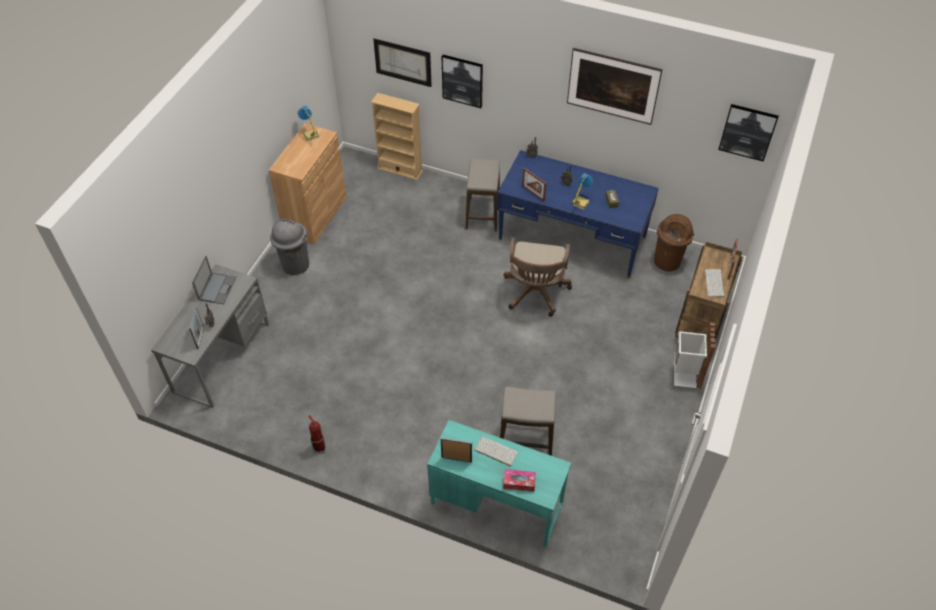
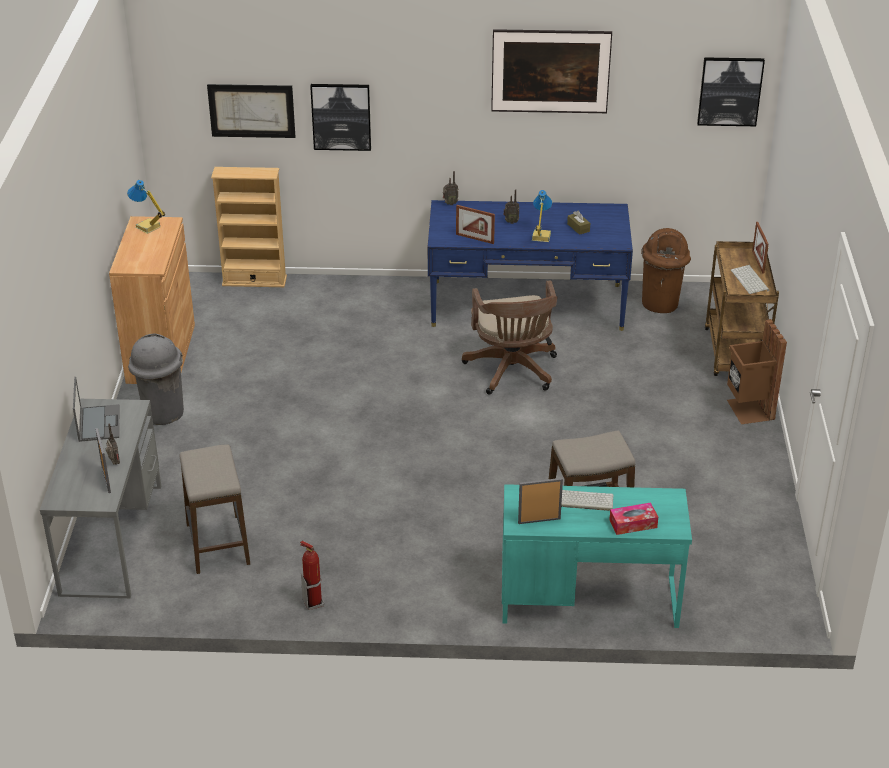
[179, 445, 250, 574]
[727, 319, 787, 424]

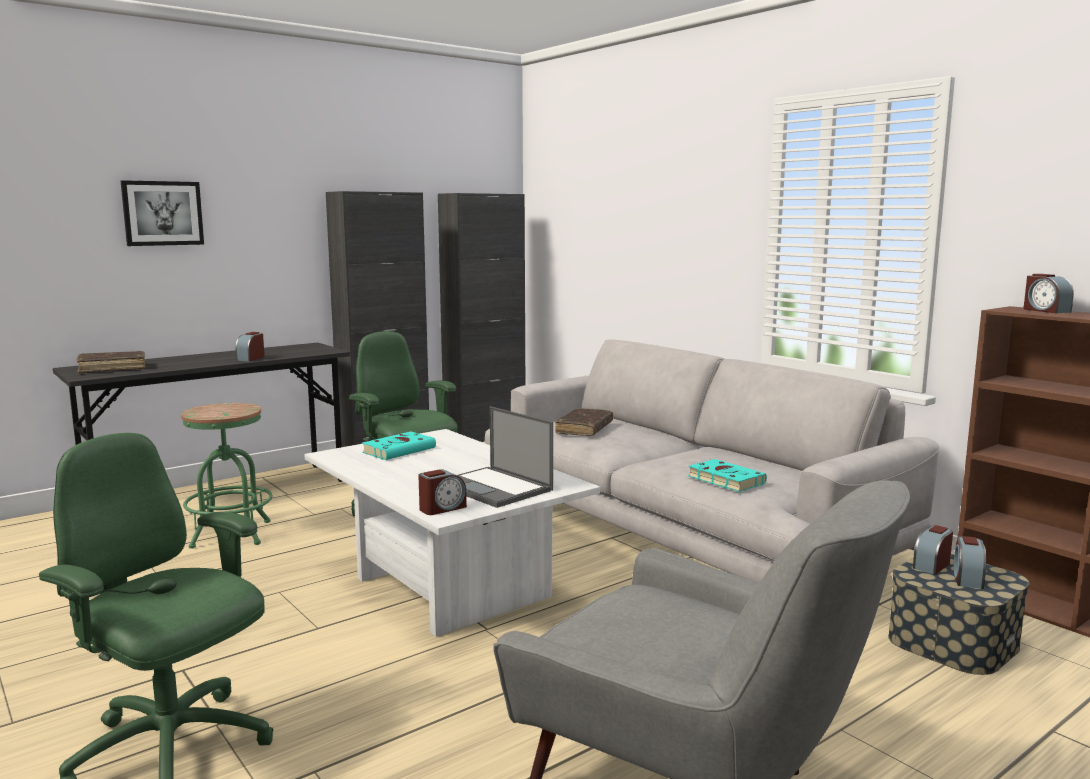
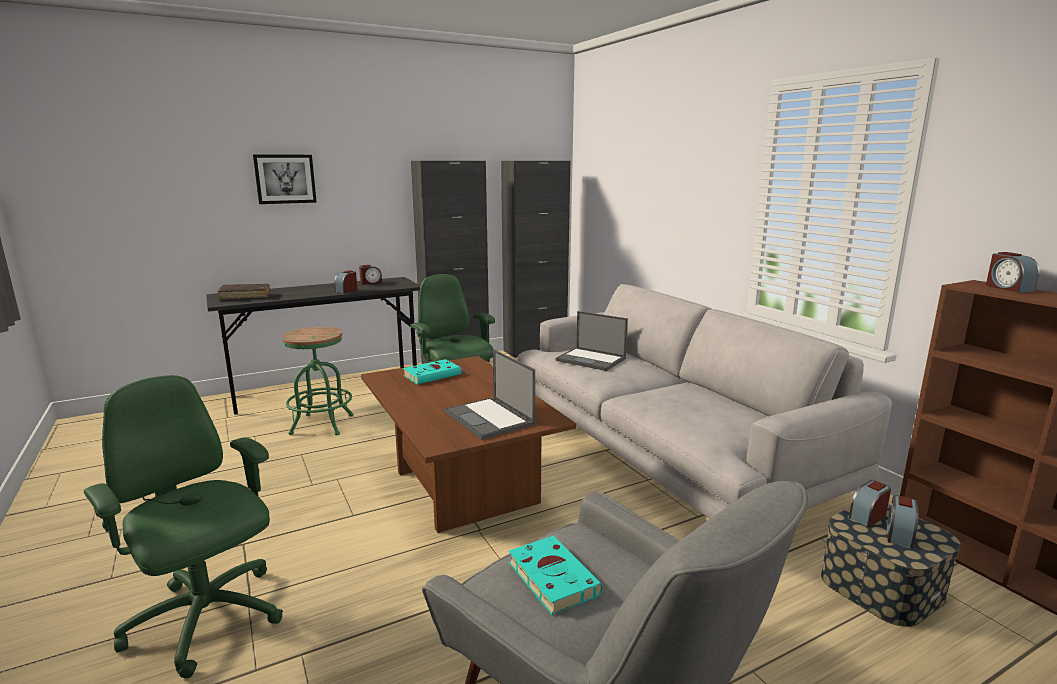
[359, 265, 382, 285]
[509, 536, 603, 615]
[555, 311, 628, 371]
[361, 356, 576, 533]

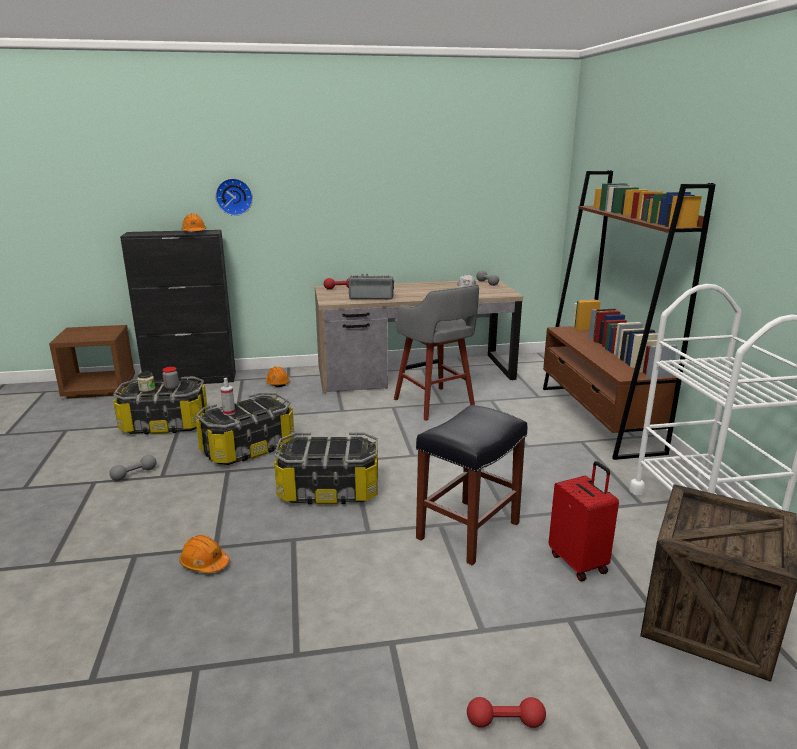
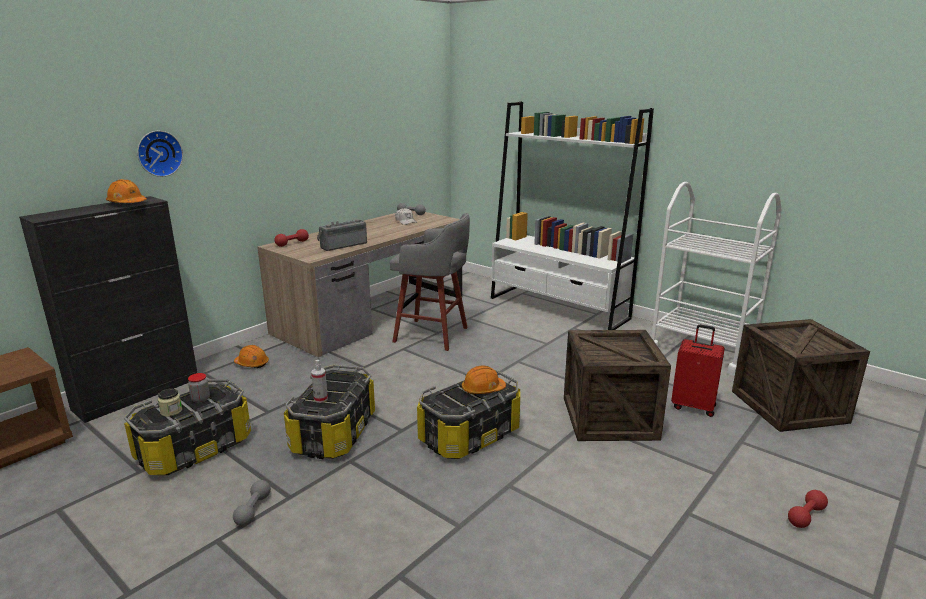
[462, 366, 506, 394]
[564, 330, 671, 441]
[491, 101, 654, 330]

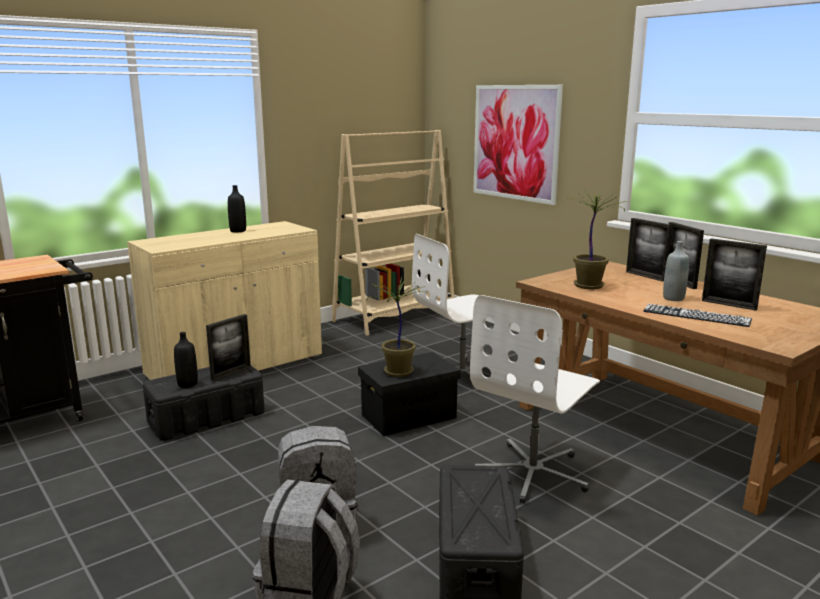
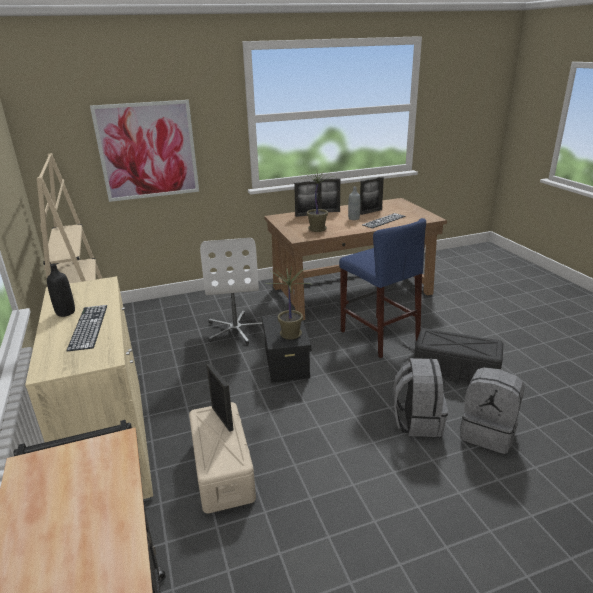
[174, 332, 198, 388] (first image)
[66, 305, 107, 351]
[339, 218, 426, 358]
[189, 402, 256, 513]

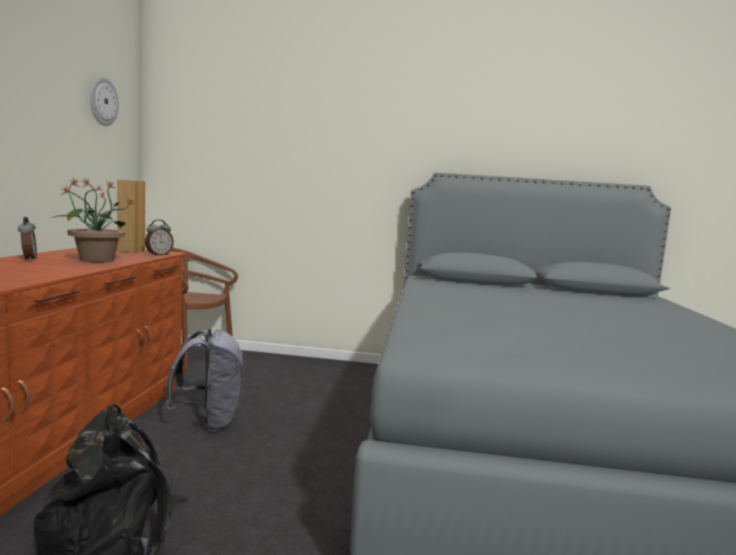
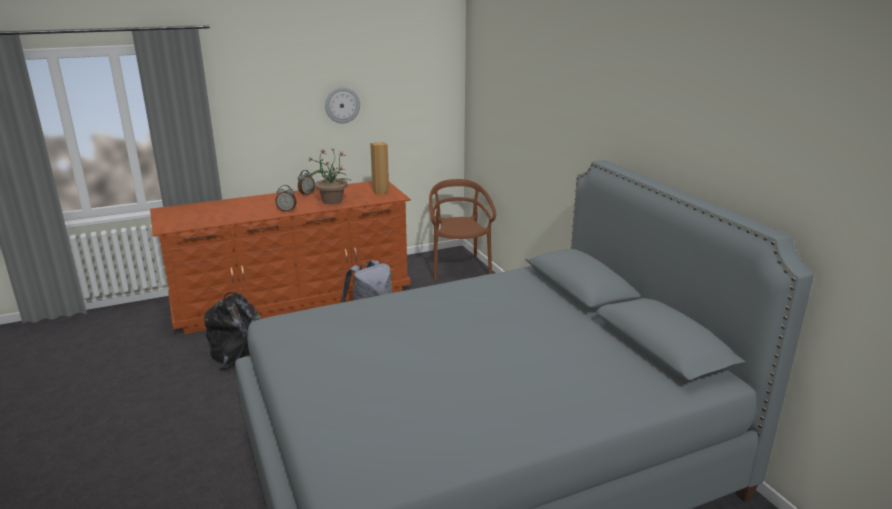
[325, 87, 360, 123]
[275, 185, 297, 212]

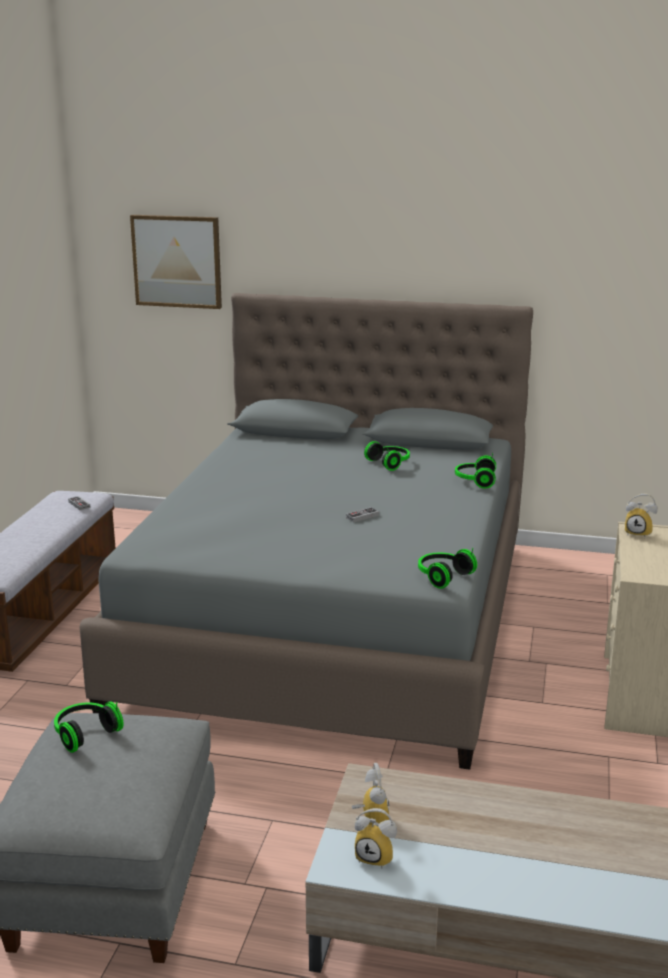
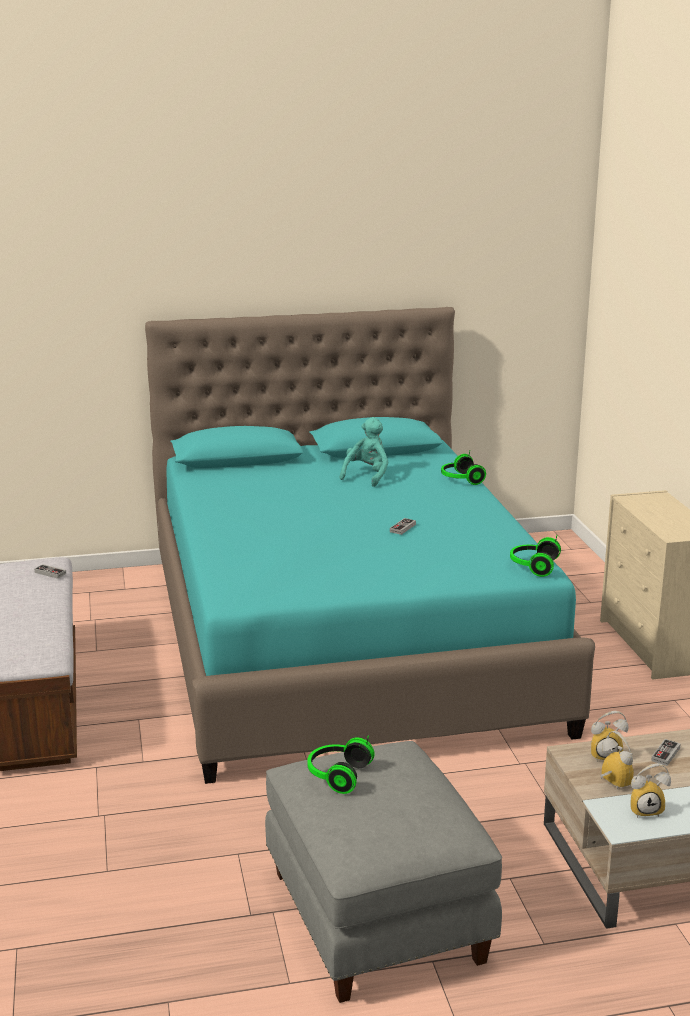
[130, 215, 222, 309] (first image)
[651, 739, 681, 766]
[591, 711, 629, 761]
[340, 417, 389, 487]
[145, 307, 595, 784]

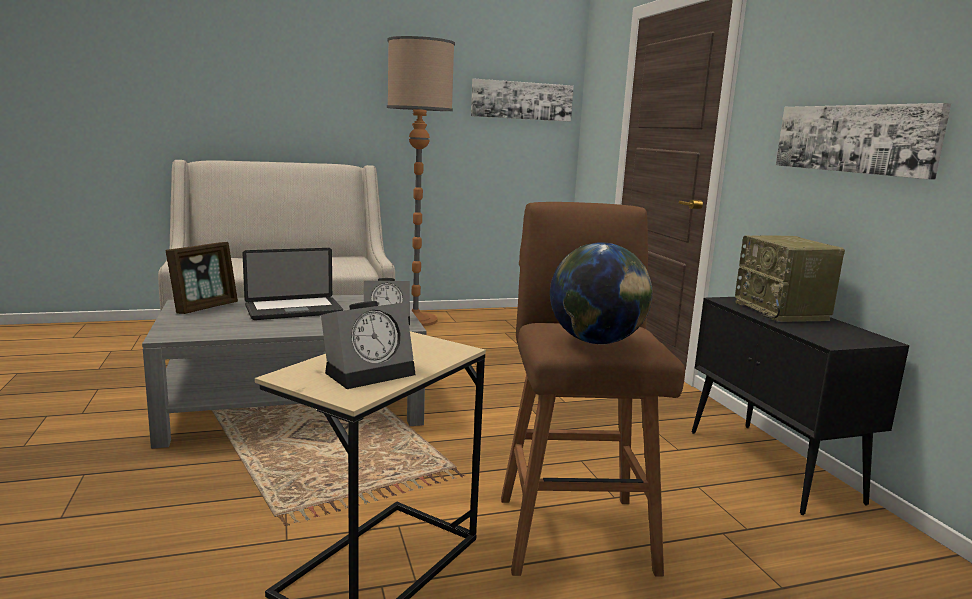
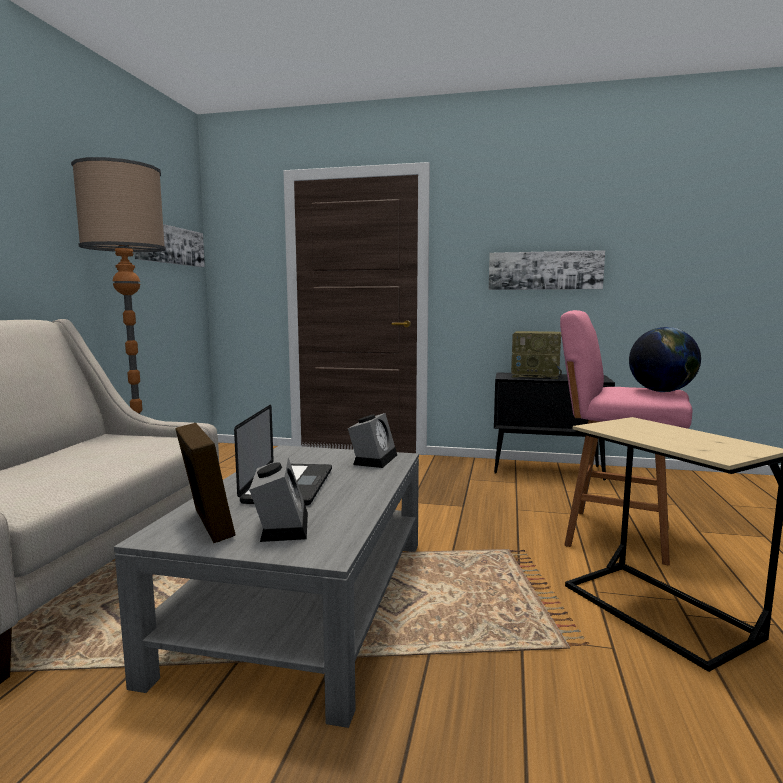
[249, 457, 308, 542]
[560, 310, 692, 566]

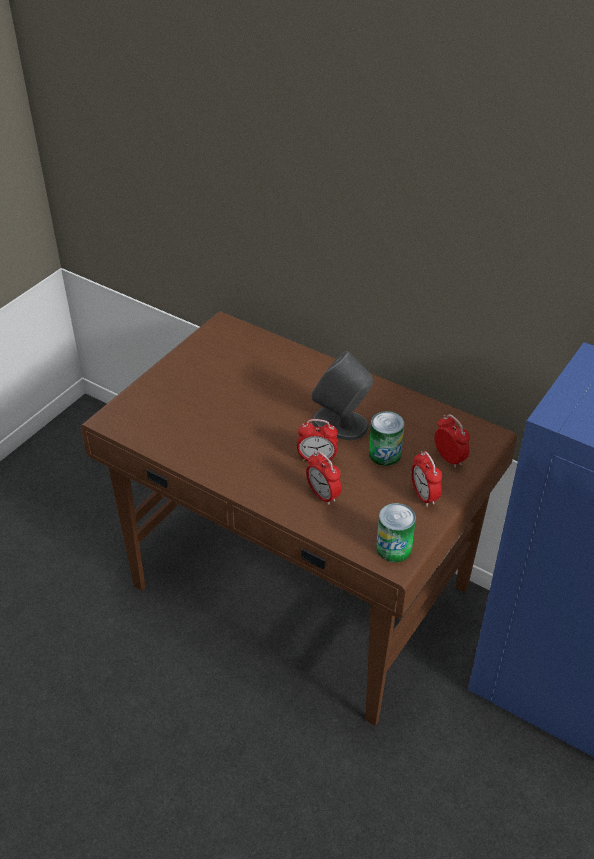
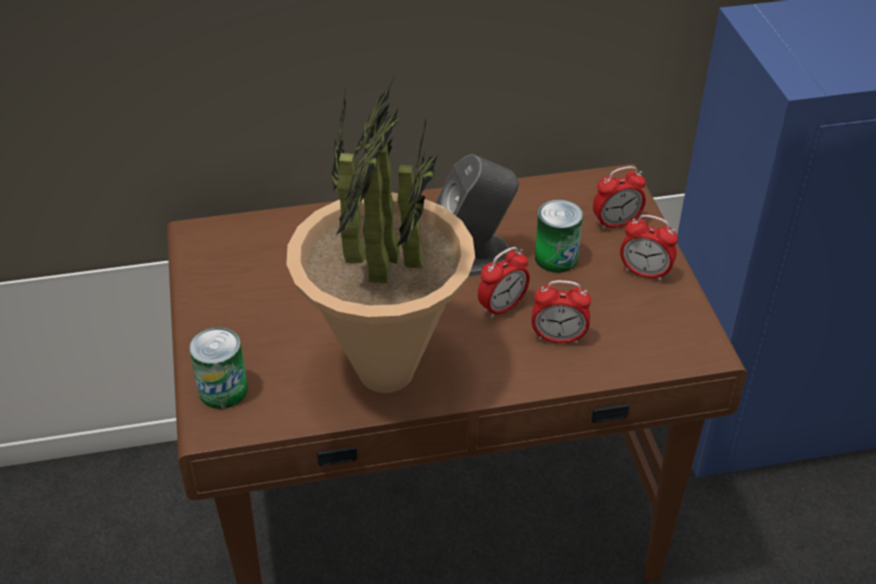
[286, 74, 475, 393]
[189, 327, 248, 409]
[593, 166, 646, 230]

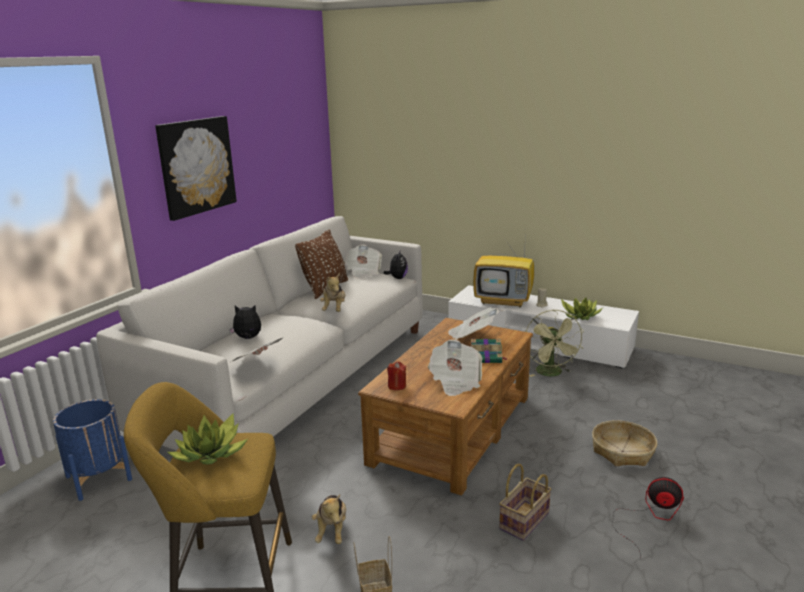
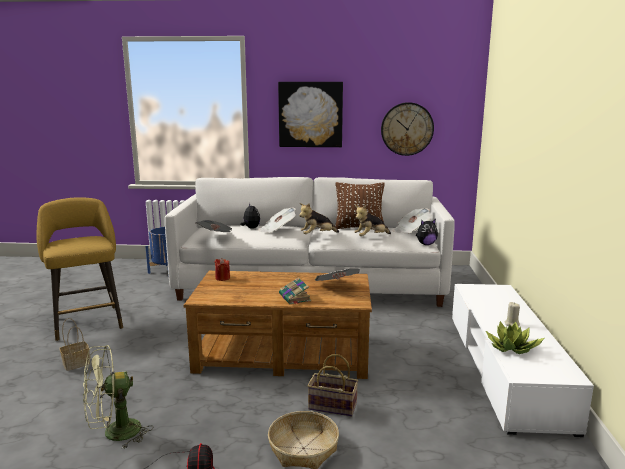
[167, 414, 248, 465] (first image)
[473, 230, 534, 307] (first image)
[381, 102, 434, 156]
[354, 205, 391, 236]
[258, 207, 296, 233]
[307, 354, 358, 417]
[83, 345, 153, 449]

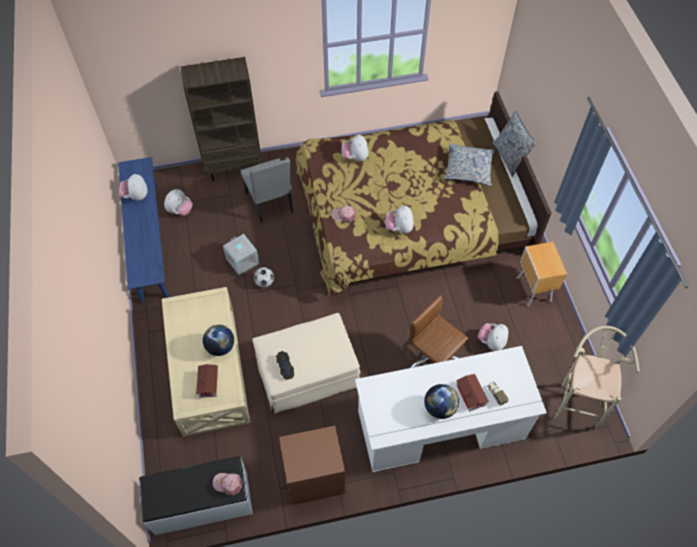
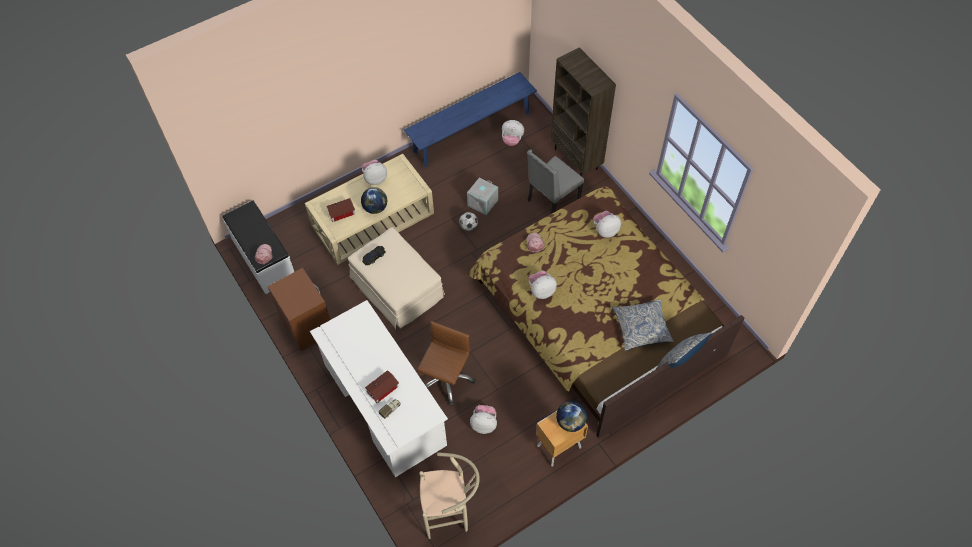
[362, 160, 387, 185]
[556, 401, 587, 432]

